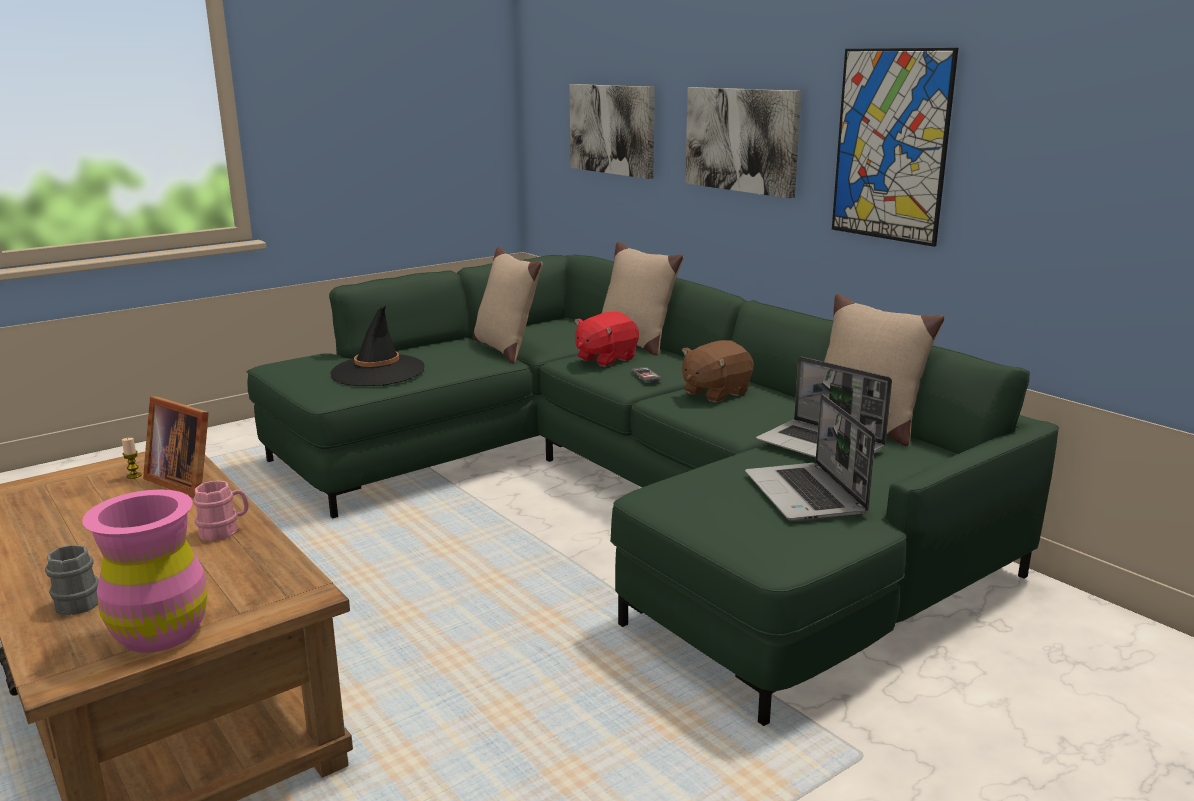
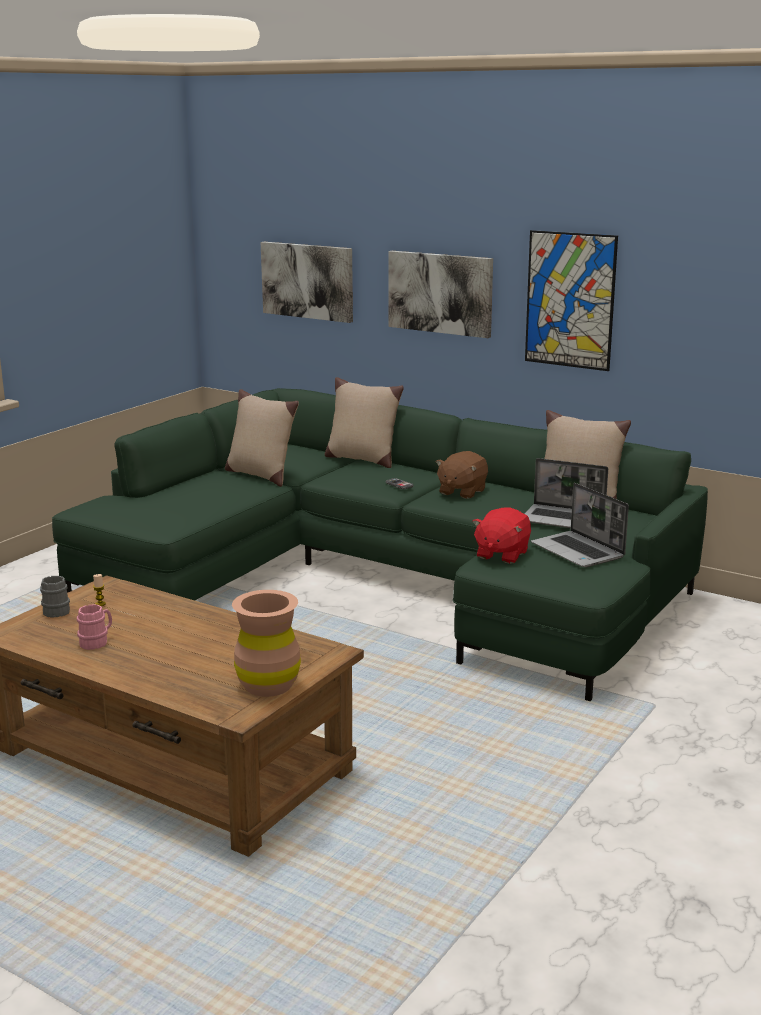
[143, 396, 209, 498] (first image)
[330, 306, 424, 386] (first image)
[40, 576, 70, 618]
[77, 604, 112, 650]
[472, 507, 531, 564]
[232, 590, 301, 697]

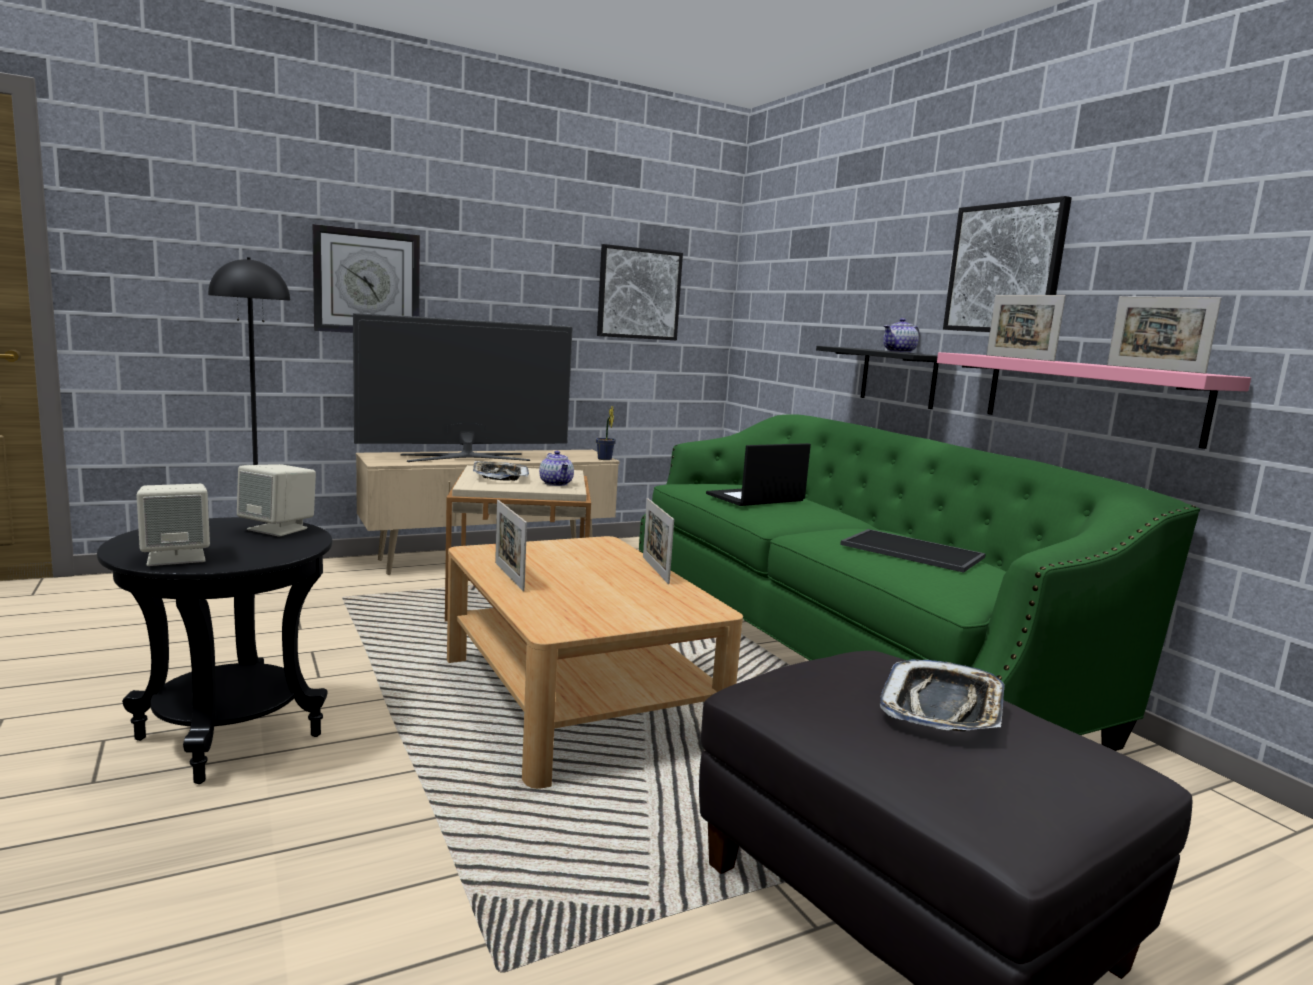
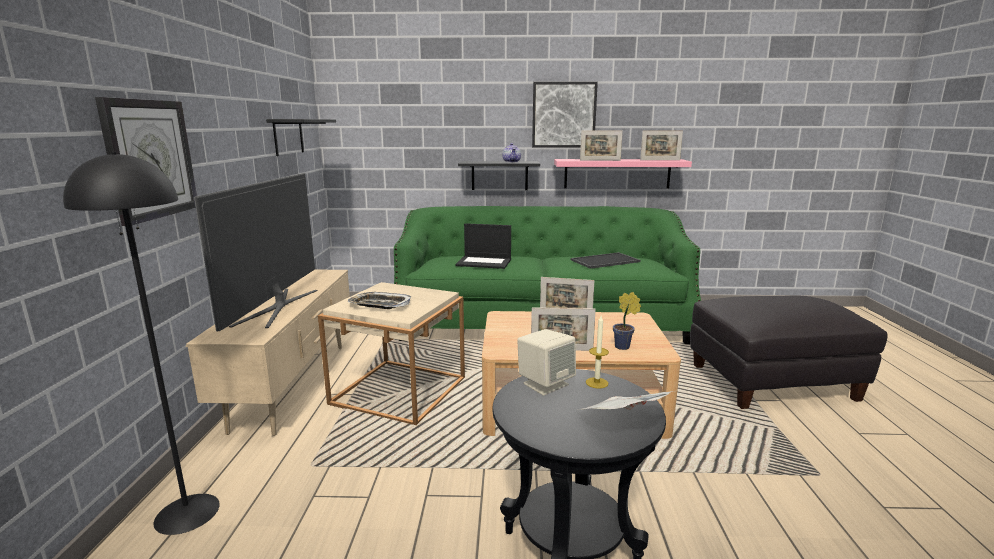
[539, 451, 574, 486] (first image)
[880, 659, 1005, 731] (first image)
[586, 316, 609, 389]
[613, 292, 641, 350]
[582, 391, 674, 410]
[266, 119, 336, 156]
[455, 223, 511, 269]

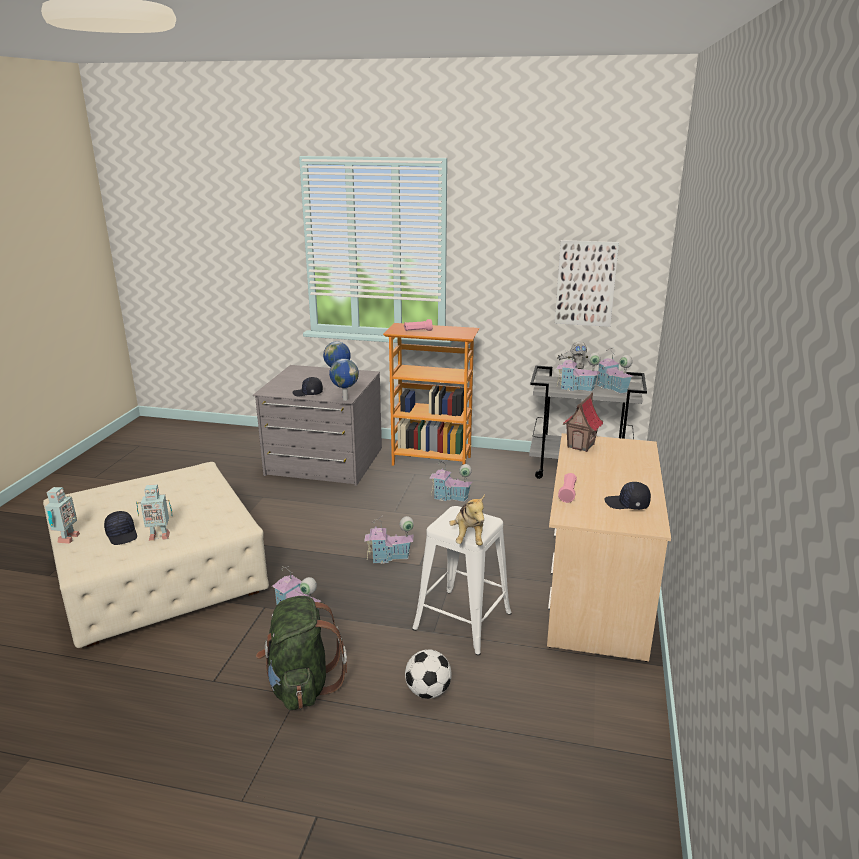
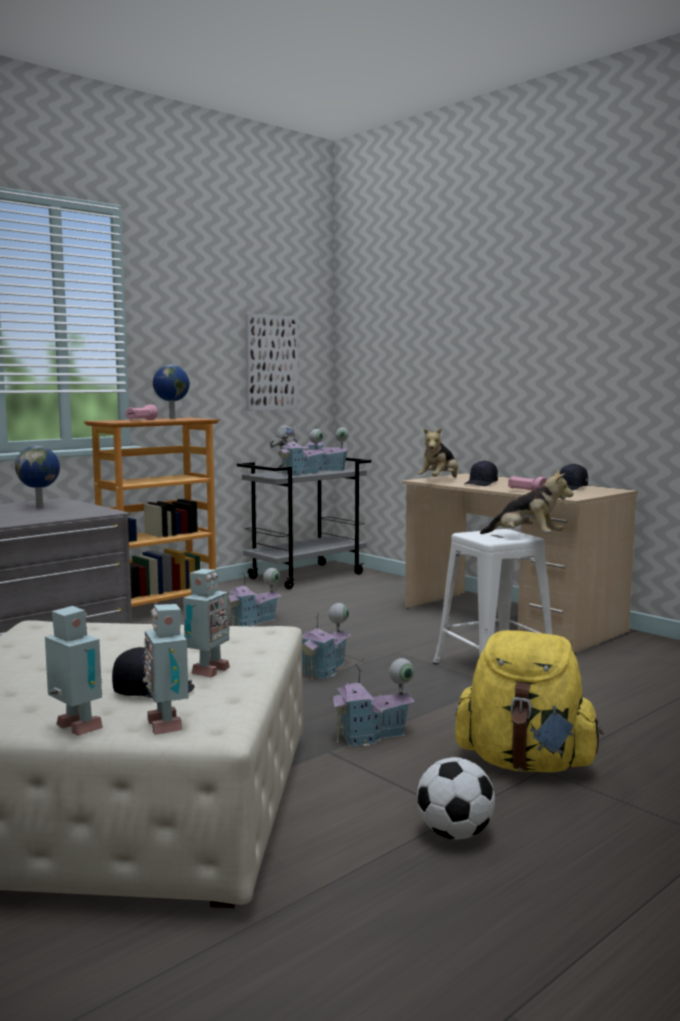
[143, 604, 192, 735]
[465, 460, 498, 486]
[153, 365, 190, 419]
[417, 757, 495, 840]
[417, 427, 458, 477]
[455, 630, 604, 772]

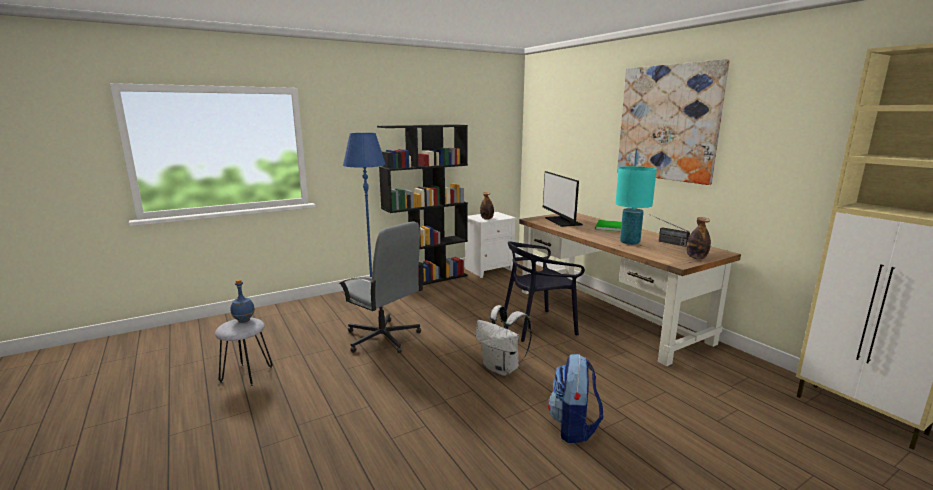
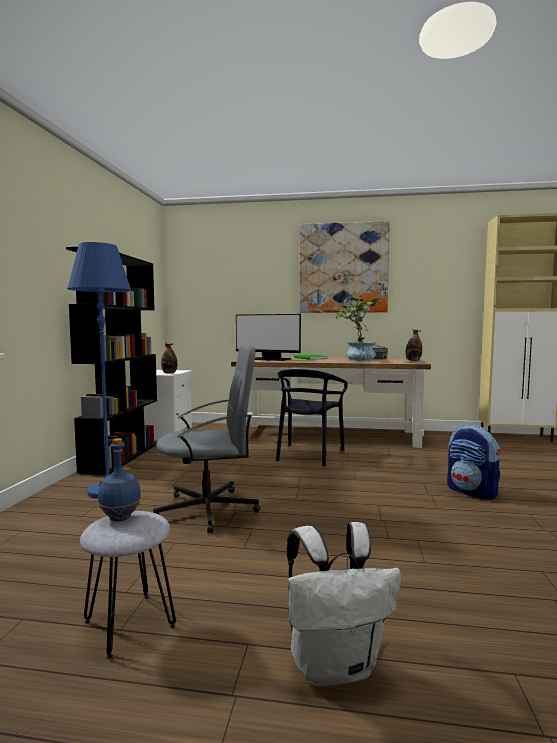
[287, 522, 401, 687]
[334, 297, 379, 362]

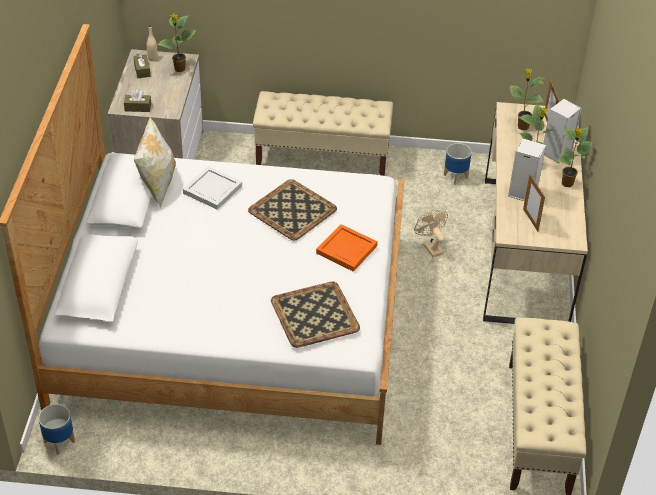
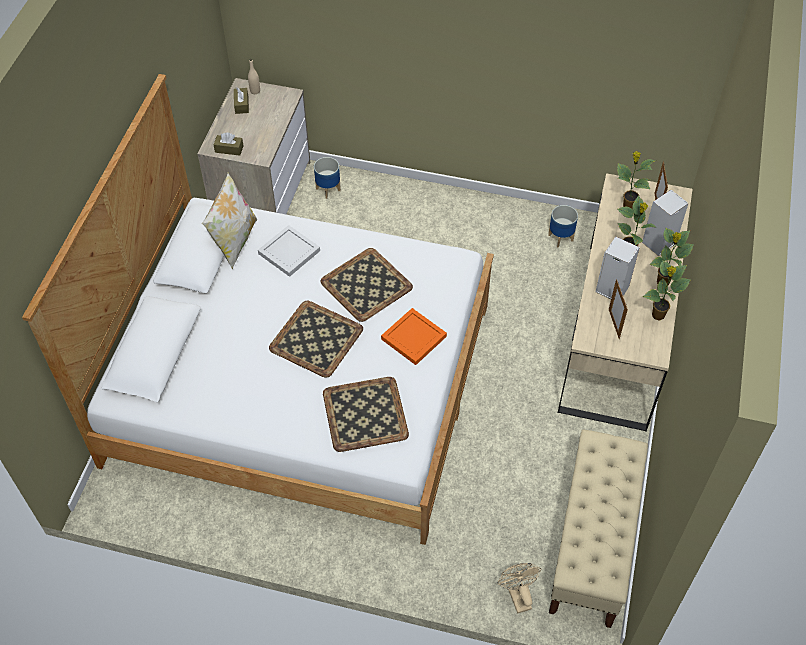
[253, 91, 393, 176] (first image)
[269, 301, 363, 378]
[314, 157, 341, 199]
[643, 261, 691, 321]
[497, 563, 541, 614]

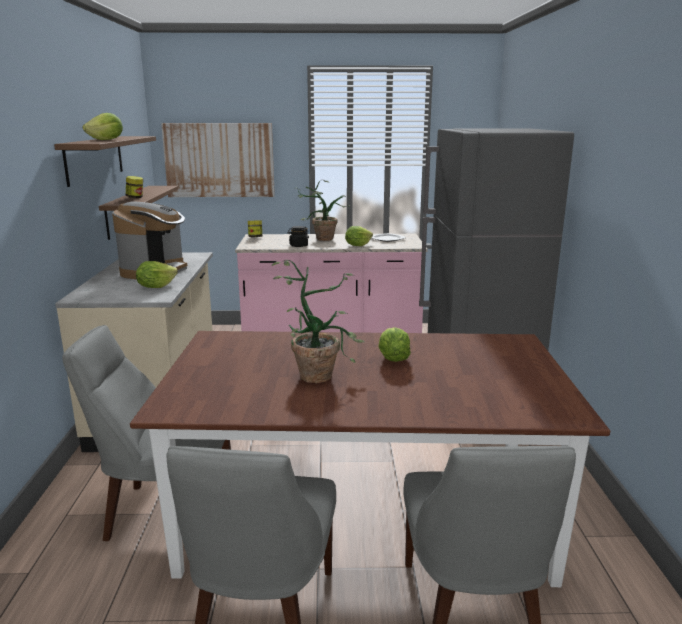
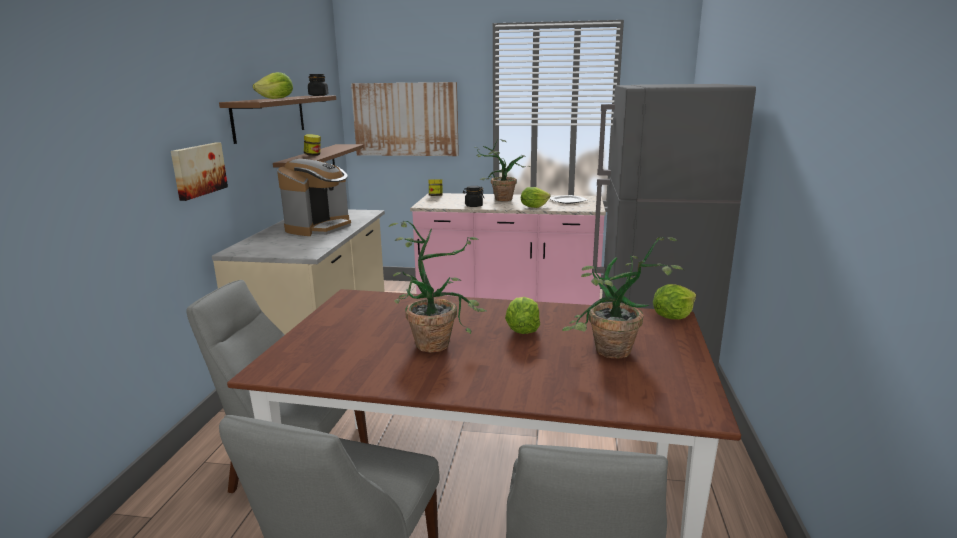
[171, 143, 228, 201]
[308, 74, 329, 96]
[562, 237, 685, 359]
[653, 284, 696, 319]

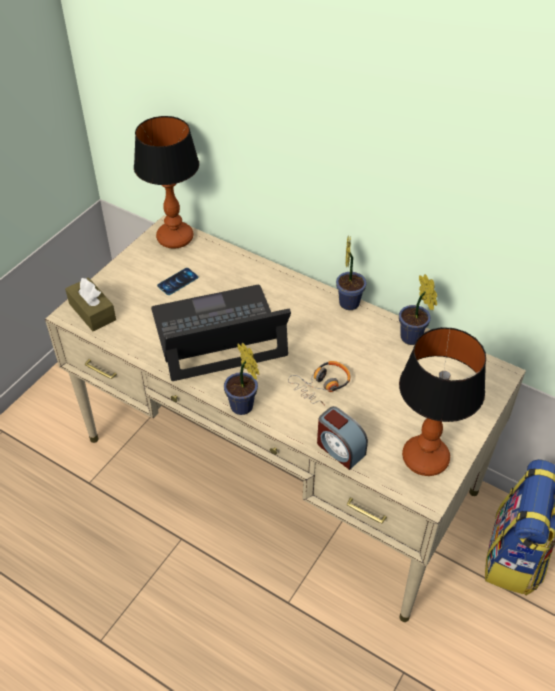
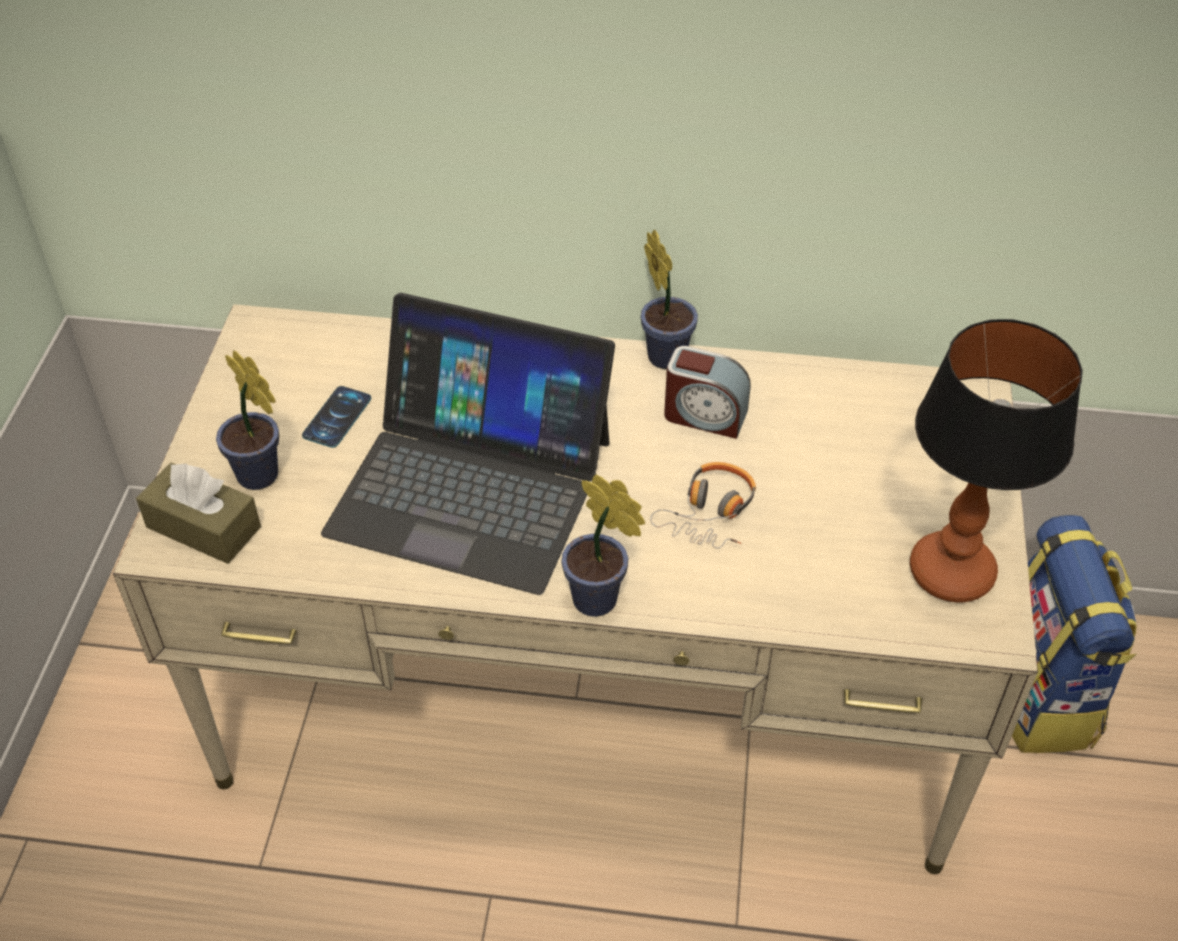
[134, 116, 199, 249] (first image)
[664, 346, 751, 439]
[216, 350, 279, 490]
[321, 293, 615, 595]

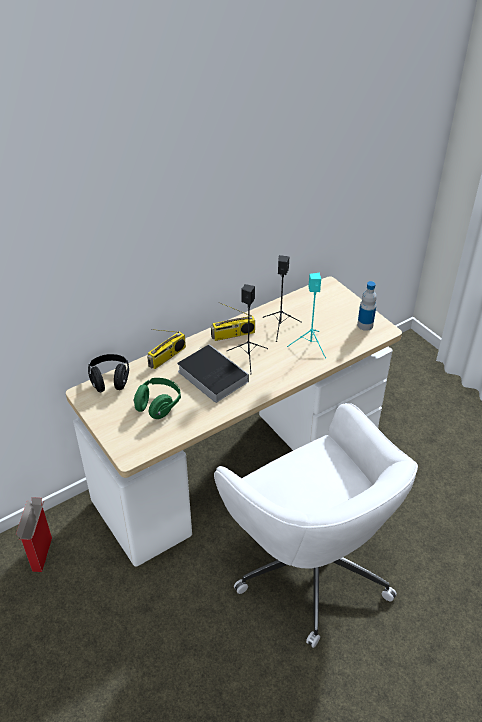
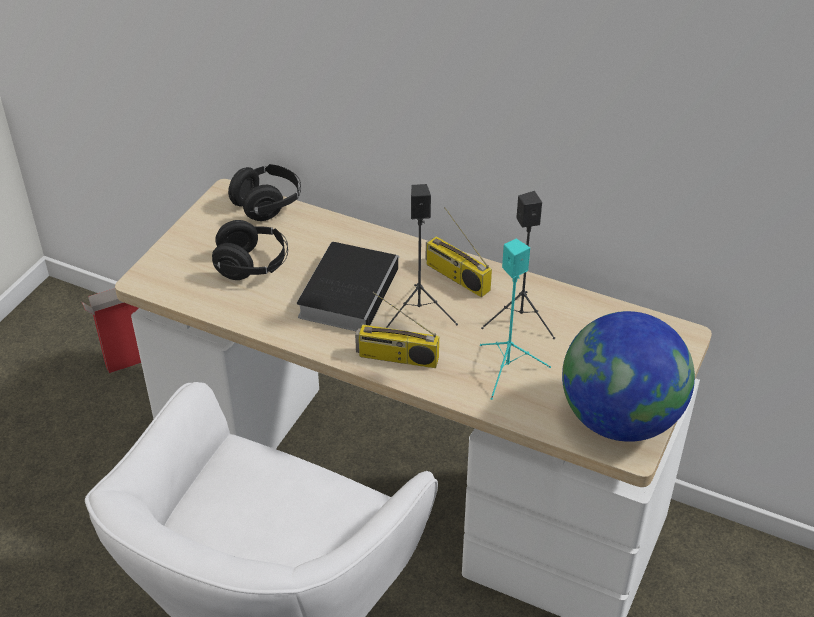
[355, 292, 439, 368]
[562, 311, 695, 442]
[212, 220, 288, 280]

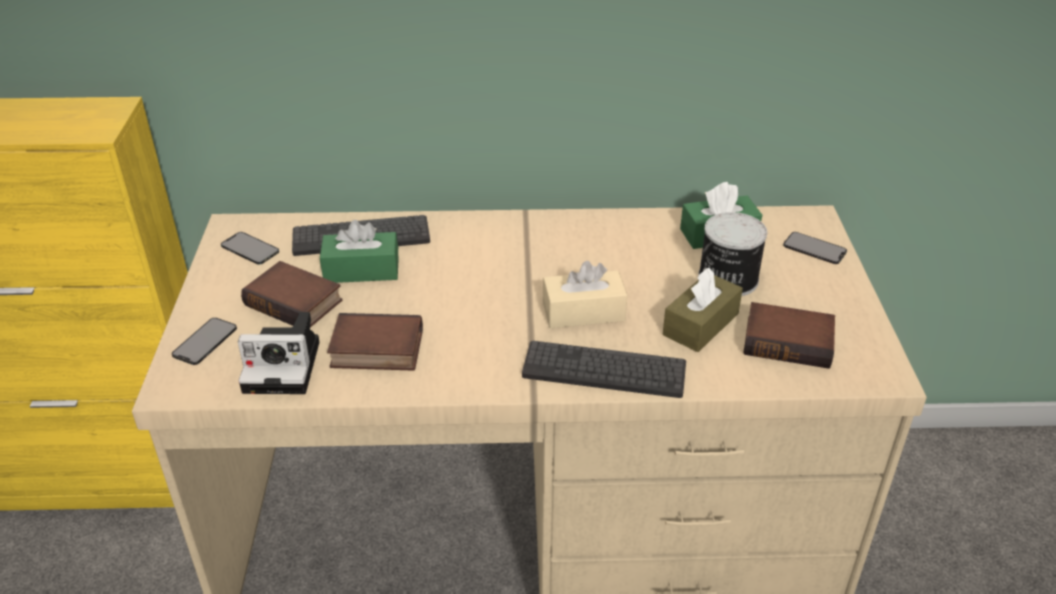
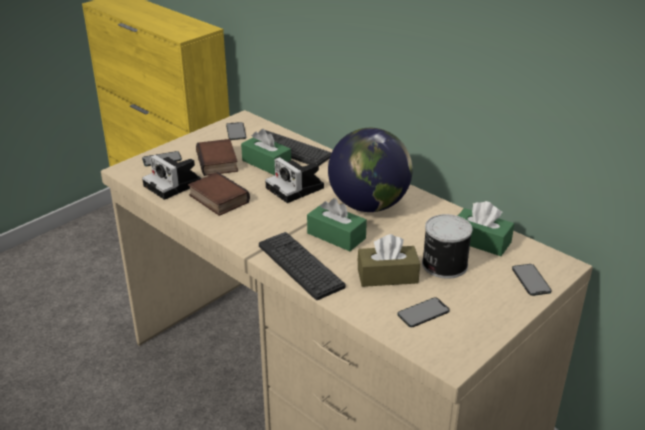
[265, 157, 324, 203]
[328, 128, 413, 212]
[398, 297, 450, 327]
[307, 198, 367, 251]

